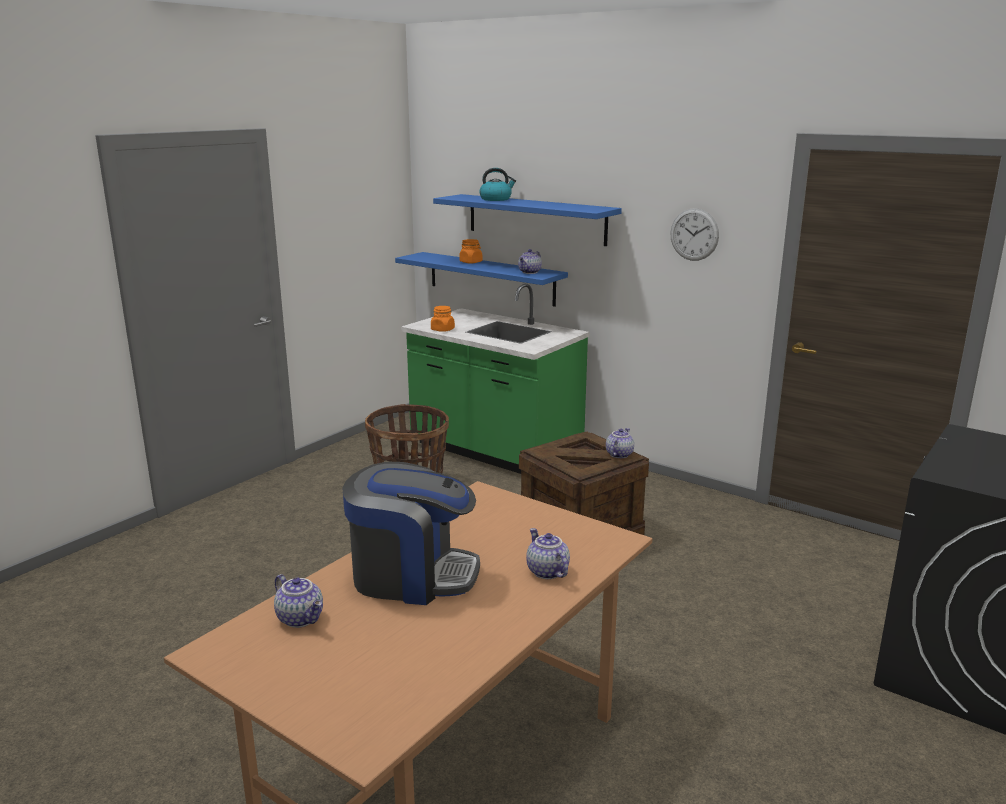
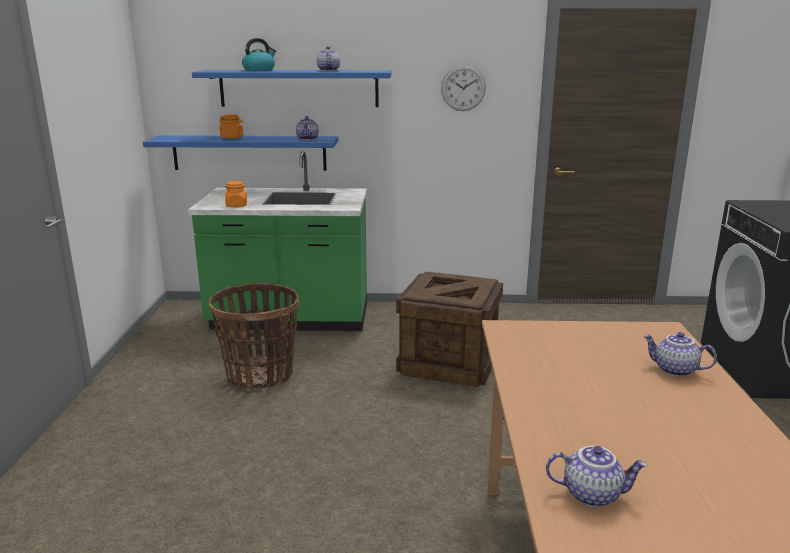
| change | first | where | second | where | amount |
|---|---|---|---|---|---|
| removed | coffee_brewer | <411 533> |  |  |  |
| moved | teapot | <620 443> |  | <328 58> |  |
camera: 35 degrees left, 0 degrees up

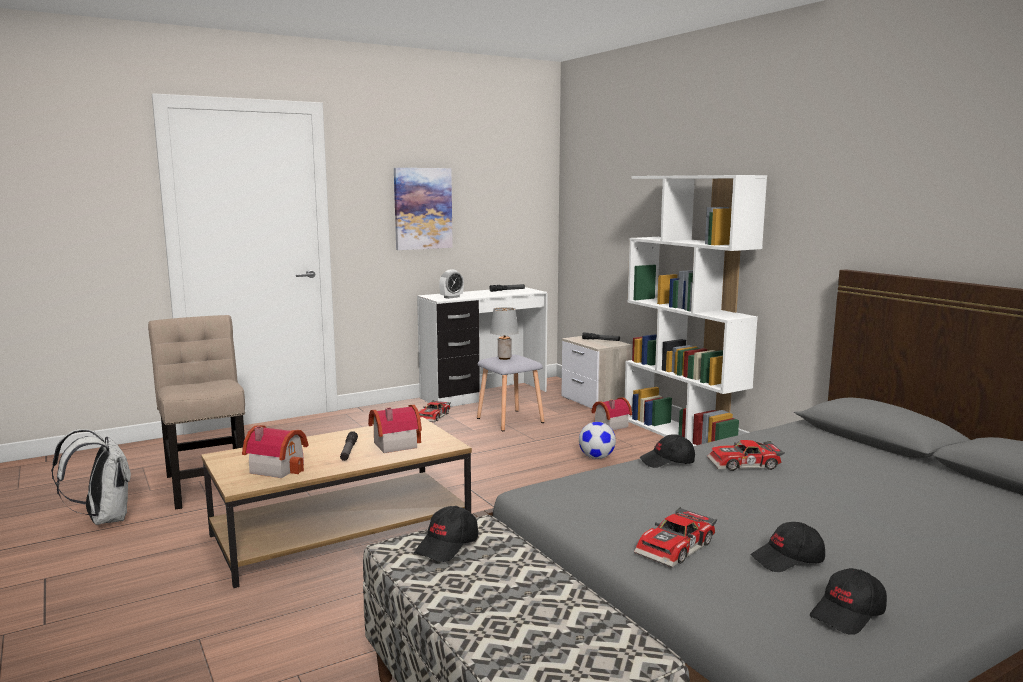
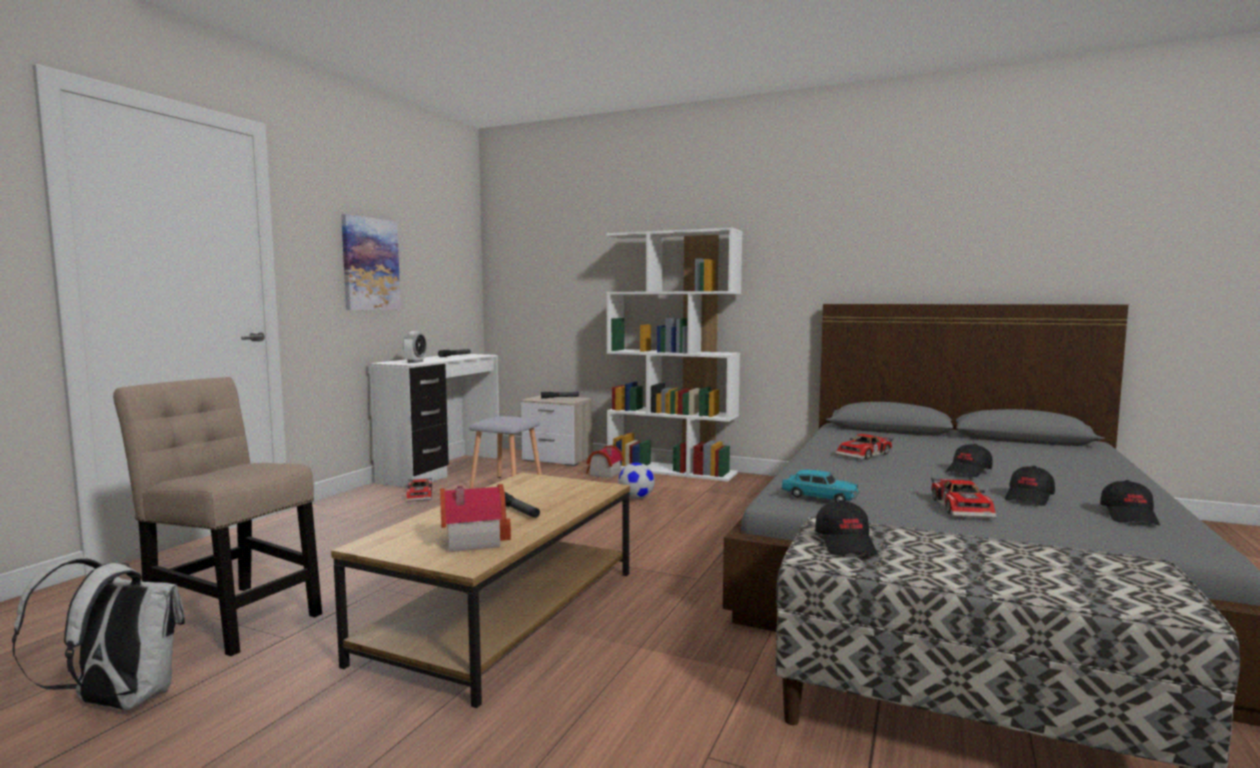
| change | first | where | second | where | amount |
|---|---|---|---|---|---|
| removed | miniature_house | <395 429> |  |  |  |
| removed | grey_lamp_for_a_table | <504 333> |  |  |  |
| moved | black-coloured_cap | <667 451> |  | <969 460> |  |
| added |  |  | turquoise-coloured_toy_car | <820 486> |  |
camera: 35 degrees left, 5 degrees down

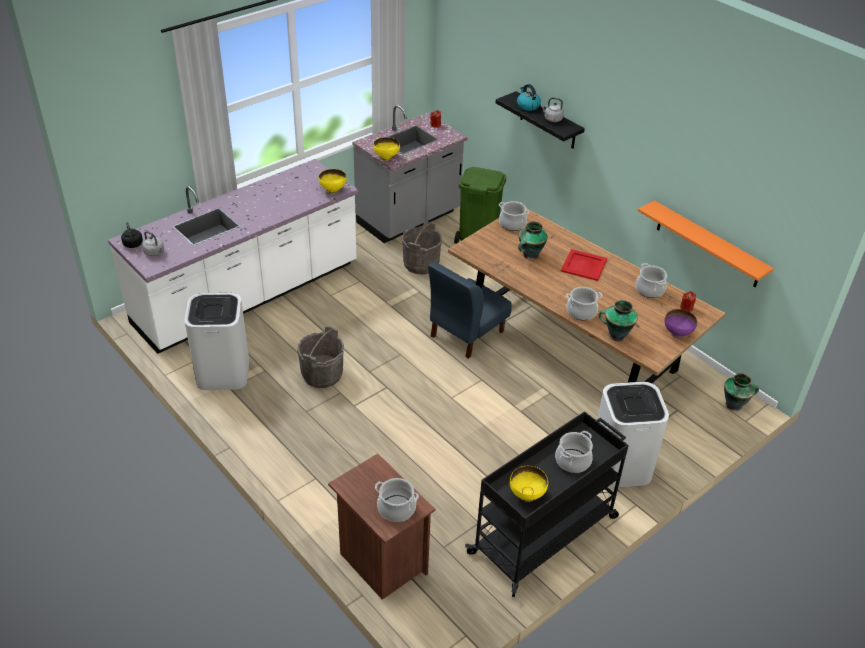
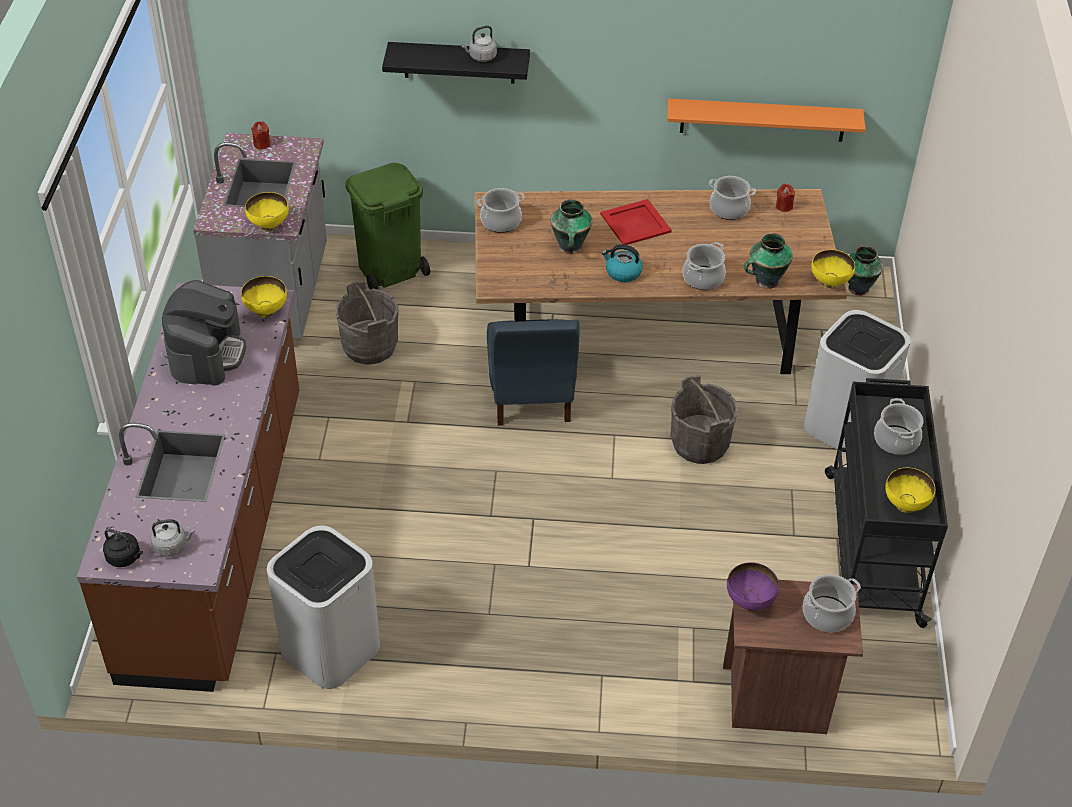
| change | first | where | second | where | amount |
|---|---|---|---|---|---|
| recoloured | white_kitchen_counter | <233 256> | brown_kitchen_counter | <188 487> |  |
| moved | grey_pail | <320 357> |  | <704 419> |  |
| moved | tea_kettle | <529 97> |  | <622 263> |  |
| moved | purplish_deep_dish | <681 324> |  | <753 586> |  |
| added |  |  | coffee_brewer | <204 333> |  |
| added |  |  | yellow-coloured_deep_dish | <833 269> |  |
camera: 45 degrees left, 5 degrees up

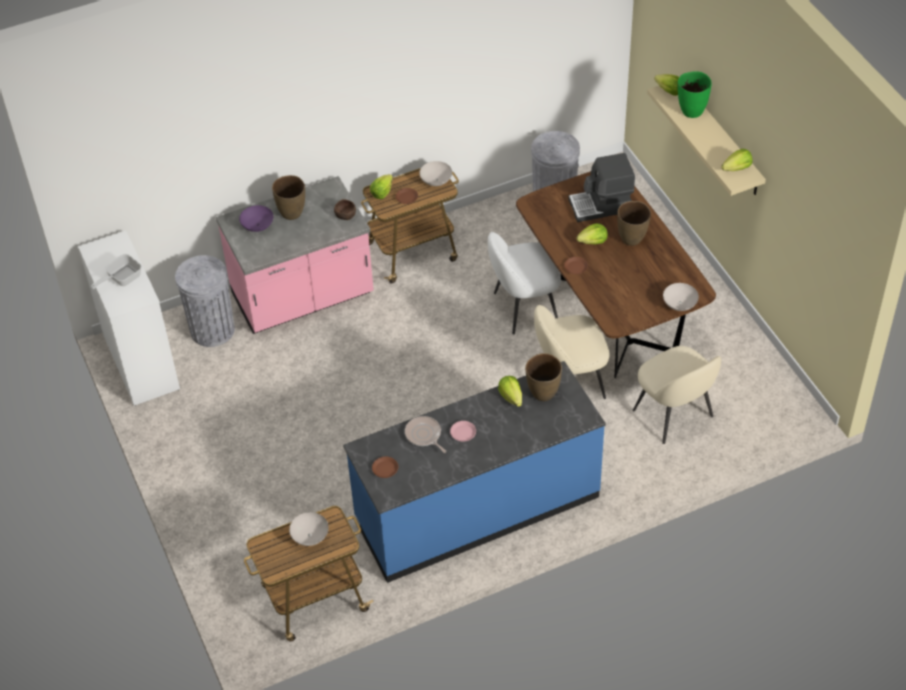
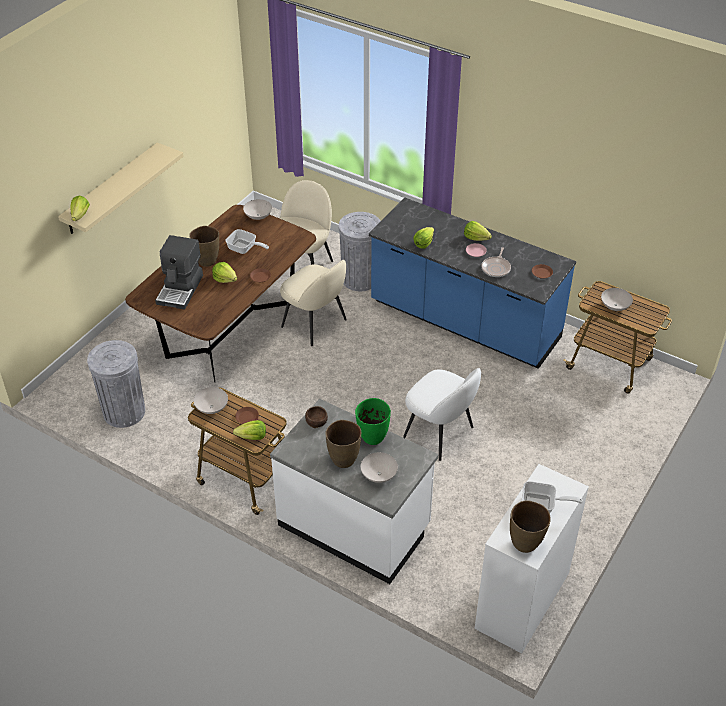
| change | first | where | second | where | amount |
|---|---|---|---|---|---|
| moved | grey_waste_bin | <205 301> |  | <360 251> |  |
| recoloured | pink_kitchen_counter | <295 255> | white_kitchen_counter | <354 491> |  |
| recoloured | purplish_deep_dish | <256 218> | white_deep_dish | <379 467> |  |
| moved | white_chair | <524 283> |  | <442 414> |  |
| moved | brown_vase | <543 377> |  | <530 526> |  |
| turned | coffee_brewer | <602 187> |  | <179 272> | 60 degrees clockwise |
| moved | green-coloured_vase | <695 94> |  | <373 421> |  |
| moved | head_of_lettuce | <737 160> |  | <478 231> |  |
| added |  |  | skillet | <247 241> |  |
camera: 125 degrees left, 5 degrees down

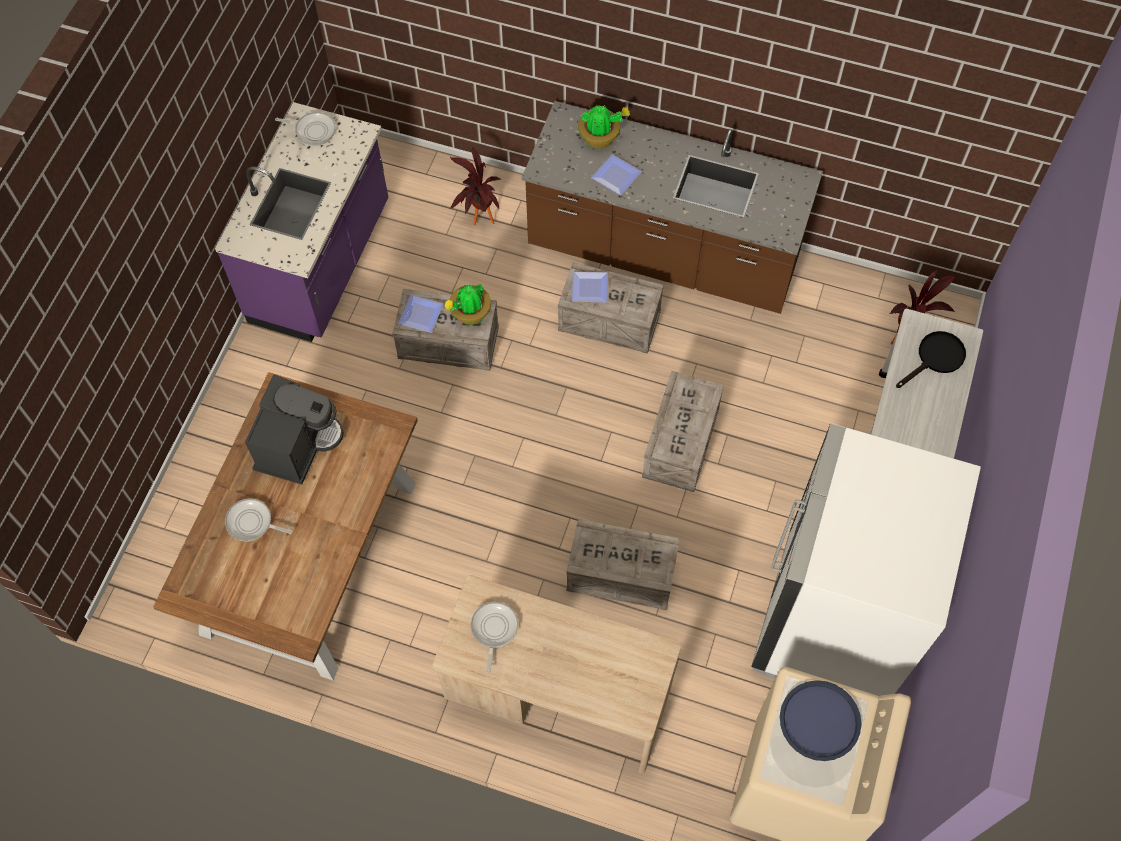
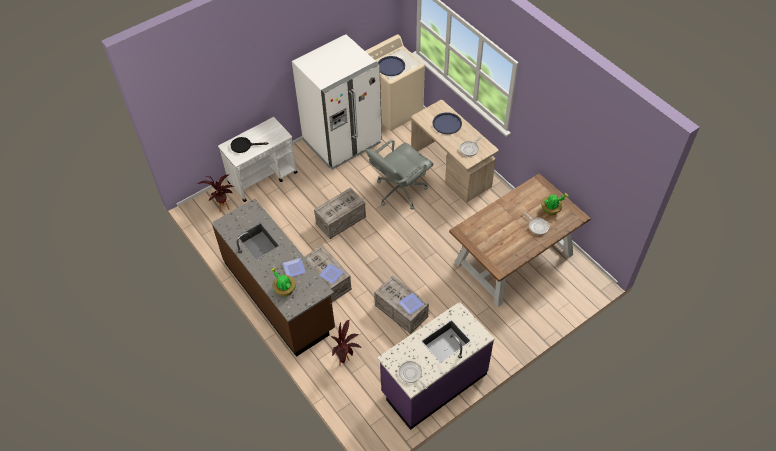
| change | first | where | second | where | amount |
|---|---|---|---|---|---|
| removed | coffee_brewer | <294 429> |  |  |  |
| moved | plant_in_a_pot | <467 304> |  | <555 204> |  |
| replaced | packing_crate | <623 564> | grey_computer_chair | <400 174> |  |
| added |  |  | bluish_tray | <447 123> |  |
camera: 145 degrees left, 10 degrees down

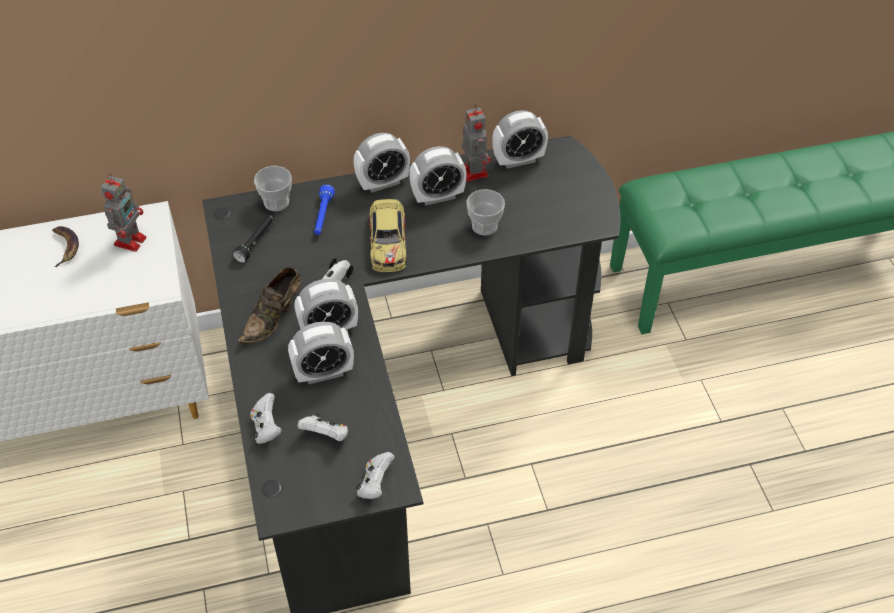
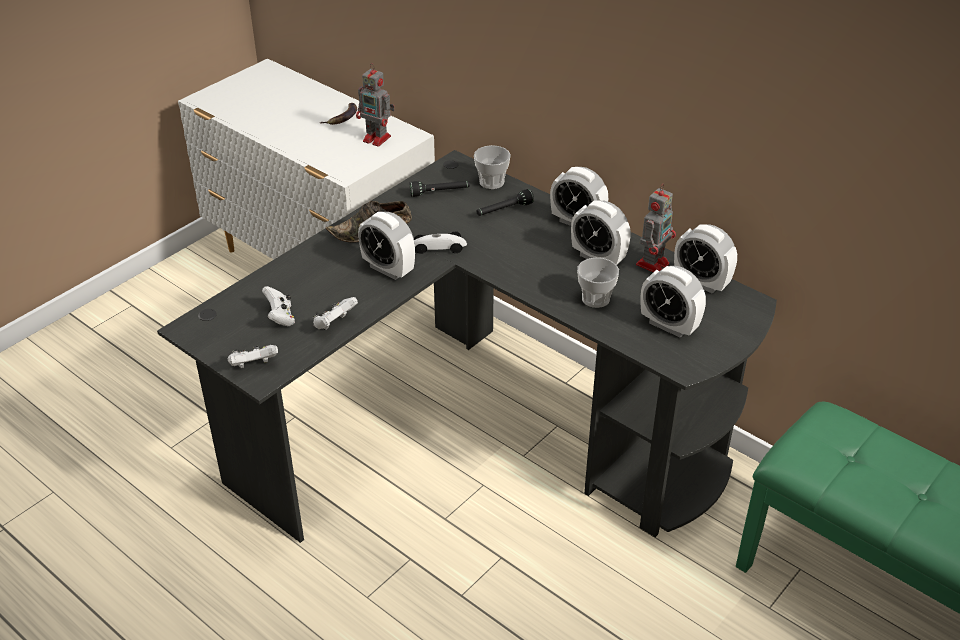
| change | first | where | second | where | amount |
|---|---|---|---|---|---|
| turned | model_robot | <123 212> |  | <375 105> | 45 degrees clockwise |
| moved | white_game_controller | <266 418> |  | <335 313> |  |
| moved | bedside_clock | <321 353> |  | <673 302> |  |
| recoloured | bluish_hand_torch | <324 209> | black-coloured_hand_torch | <505 202> |  |
| removed | toy_car | <388 235> |  |  |  |
camera: 55 degrees right, 10 degrees down

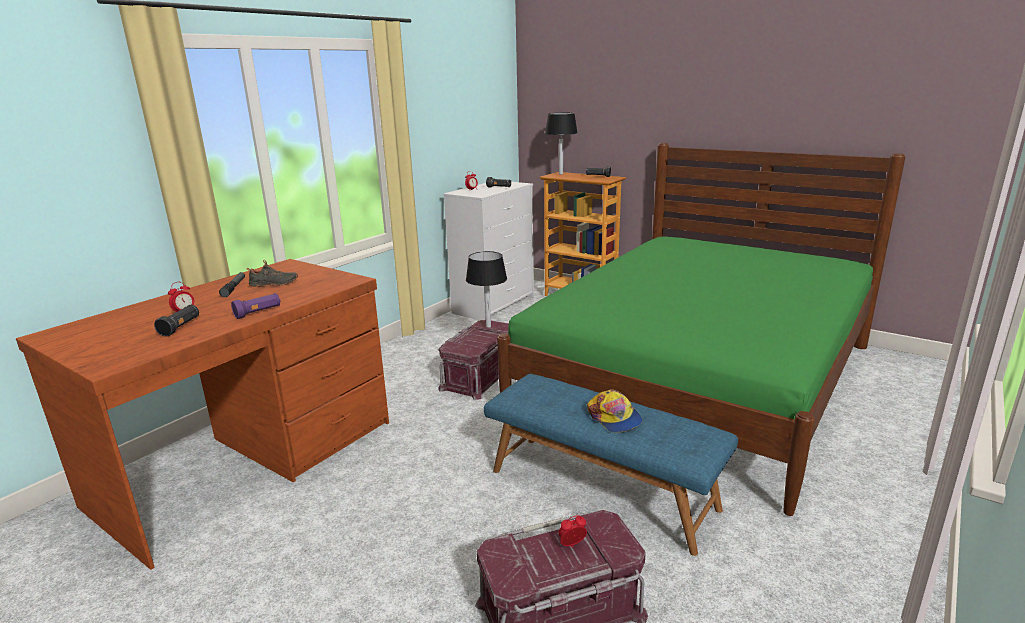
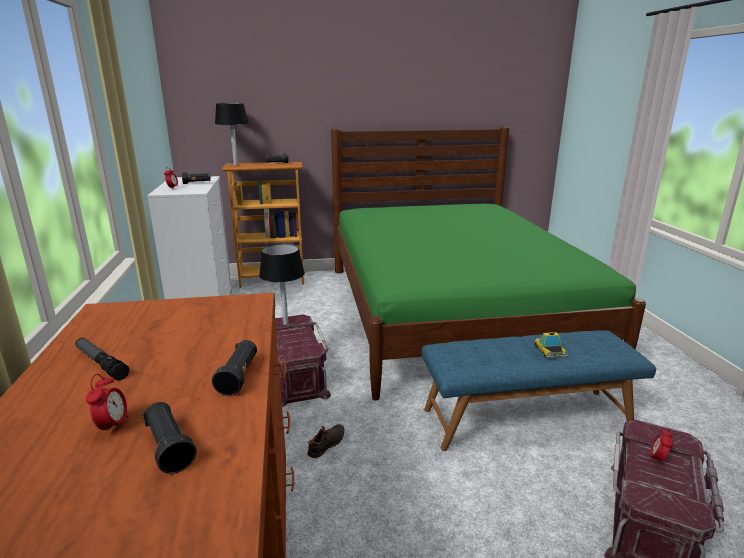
| change | first | where | second | where | amount |
|---|---|---|---|---|---|
| recoloured | purplish_hand_torch | <256 306> | black-coloured_hand_torch | <234 368> |  |
| moved | black-coloured_shoe | <272 273> |  | <325 441> |  |
| replaced | cap | <615 411> | toy_car | <550 345> |  |
camera: 45 degrees left, 0 degrees up

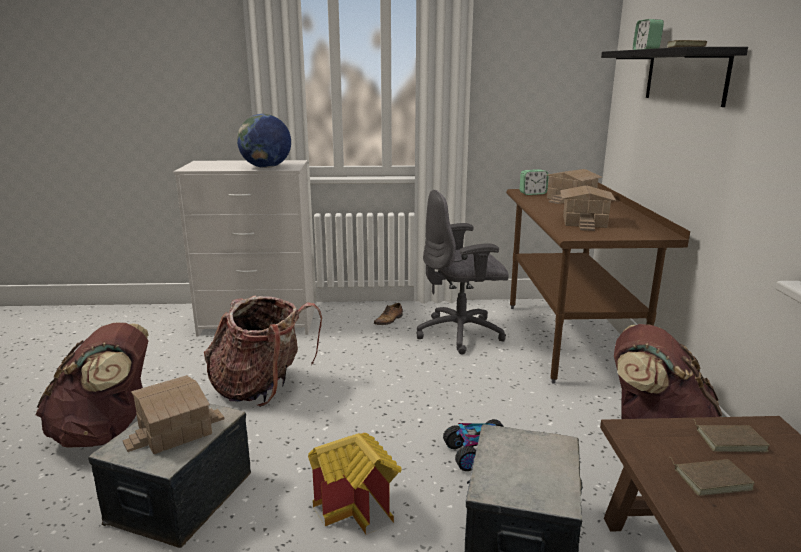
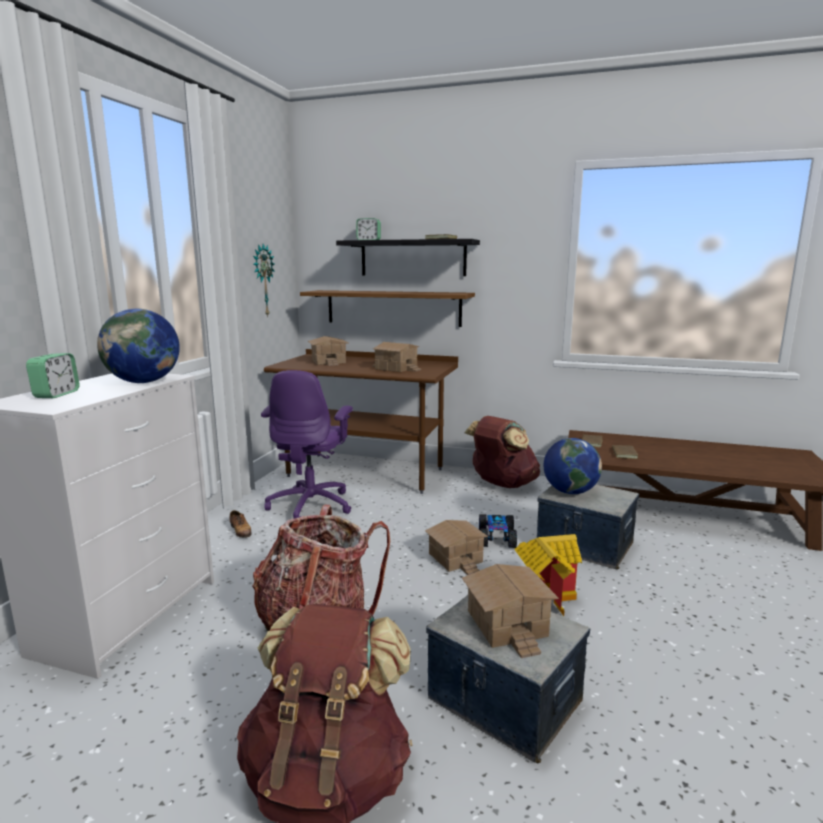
| change | first | where | second | where | amount |
|---|---|---|---|---|---|
| recoloured | grey_computer_chair | <462 272> | purplish_computer_chair | <307 444> |  |
| moved | bedside_clock | <534 182> |  | <53 375> |  |
| added |  |  | clock_on_the_wall | <264 280> |  |
| added |  |  | wall_shelf | <387 308> |  |
| added |  |  | miniature_house | <456 547> |  |
| added |  |  | world_globe | <573 466> |  |
camera: 70 degrees left, 5 degrees down

